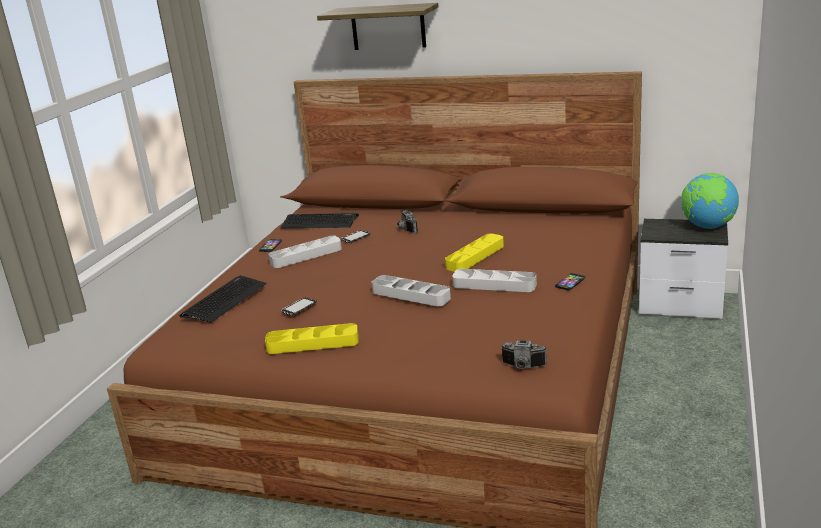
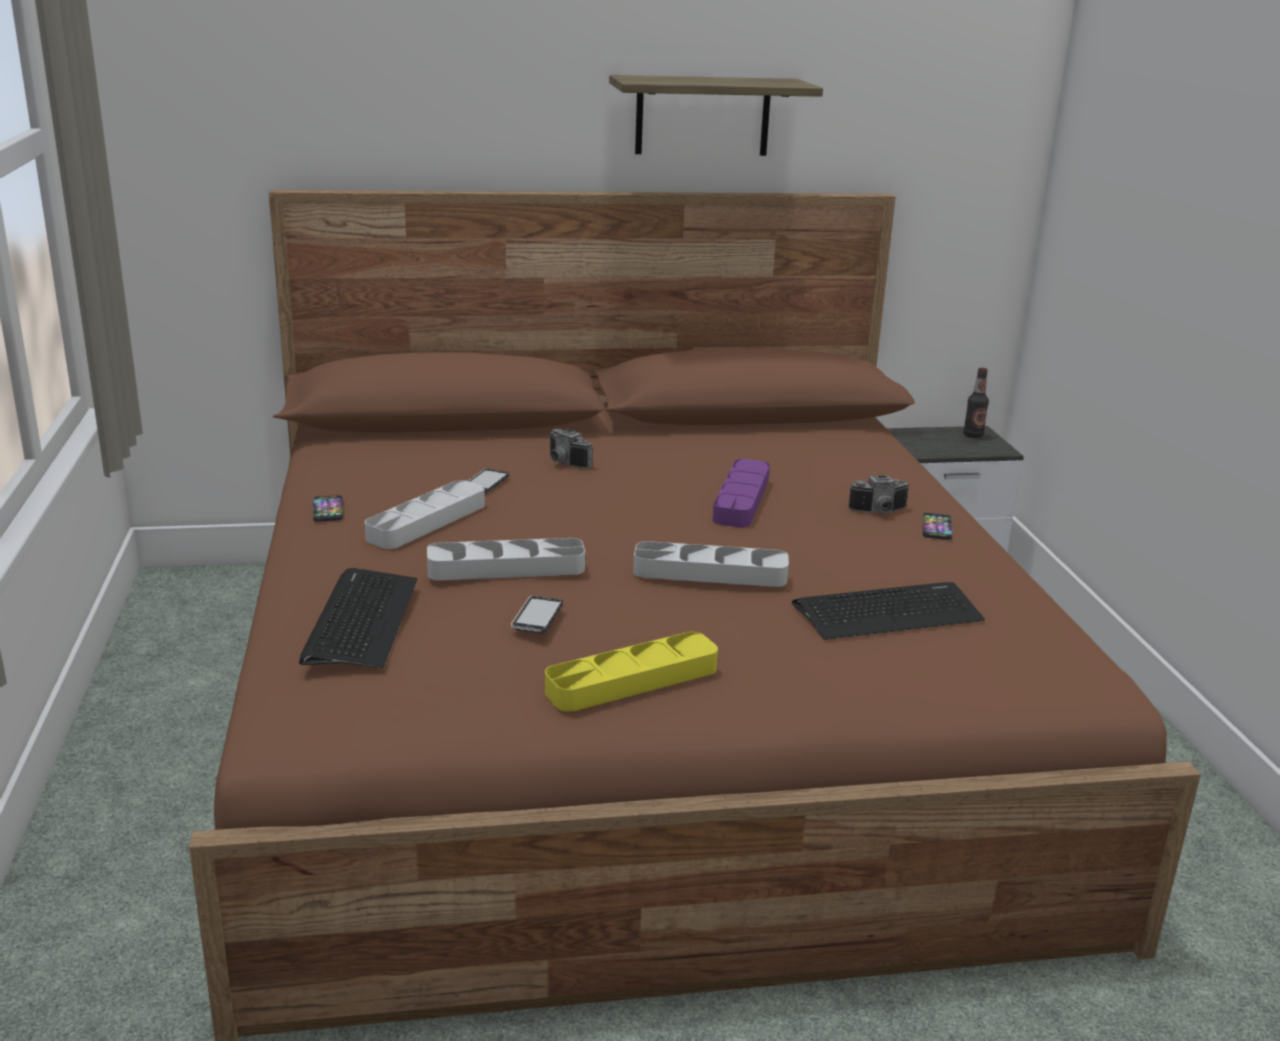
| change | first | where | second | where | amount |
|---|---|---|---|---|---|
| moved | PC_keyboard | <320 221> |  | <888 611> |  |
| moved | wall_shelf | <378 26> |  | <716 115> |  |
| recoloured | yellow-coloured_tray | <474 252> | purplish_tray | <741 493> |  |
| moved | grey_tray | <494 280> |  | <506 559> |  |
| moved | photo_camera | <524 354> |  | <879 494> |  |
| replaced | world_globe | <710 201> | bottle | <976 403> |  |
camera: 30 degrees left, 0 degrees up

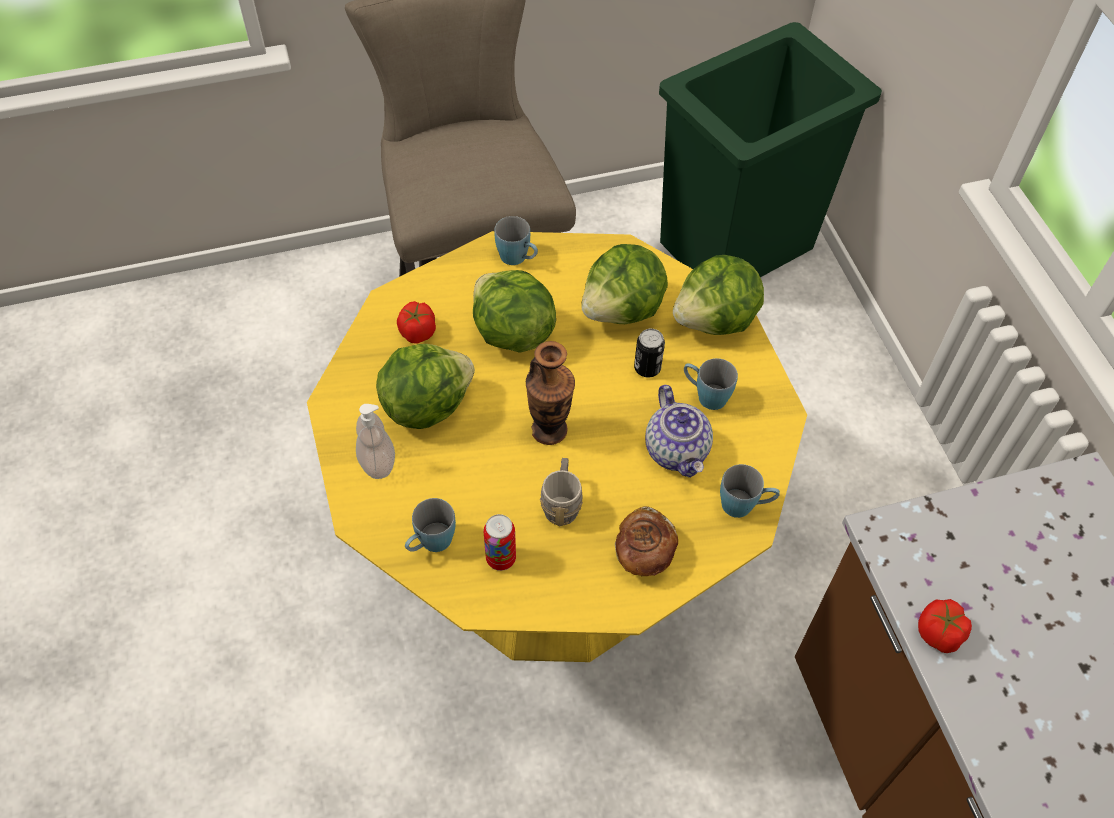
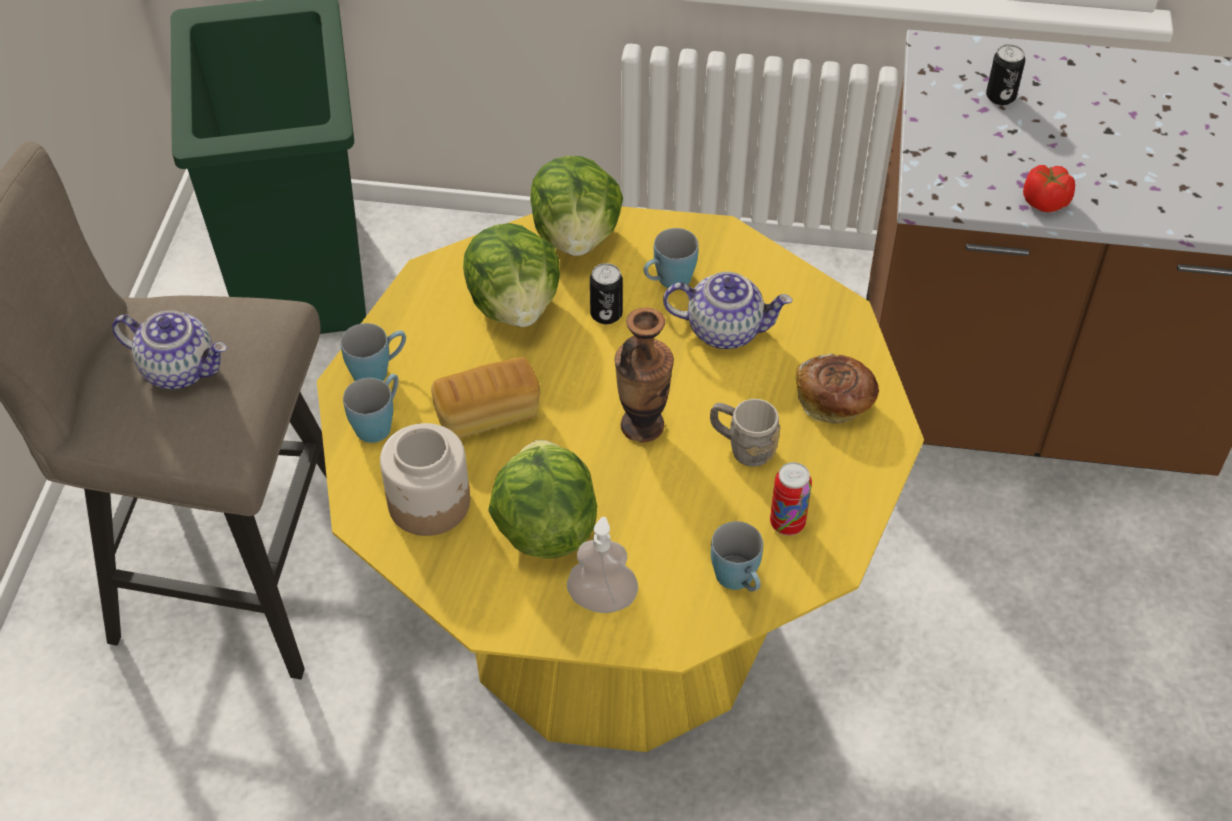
| change | first | where | second | where | amount |
|---|---|---|---|---|---|
| replaced | tomato | <416 322> | jar | <425 479> |  |
| replaced | head_of_lettuce | <514 311> | baked_bread | <485 398> |  |
| moved | bluish_tea_mug | <750 491> |  | <370 408> |  |
| added |  |  | teapot | <169 349> |  |
| added |  |  | metal_can | <1005 74> |  |
camera: 65 degrees left, 5 degrees down

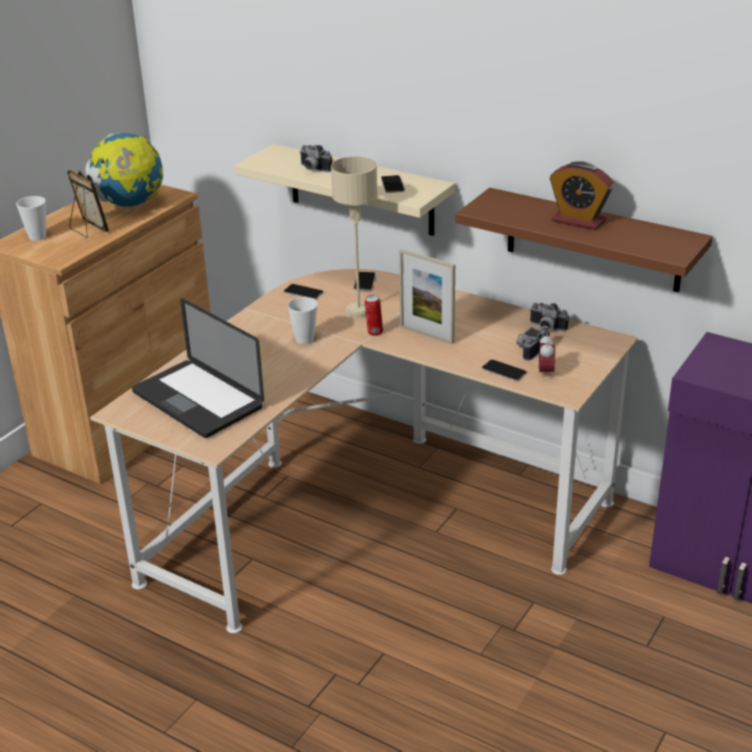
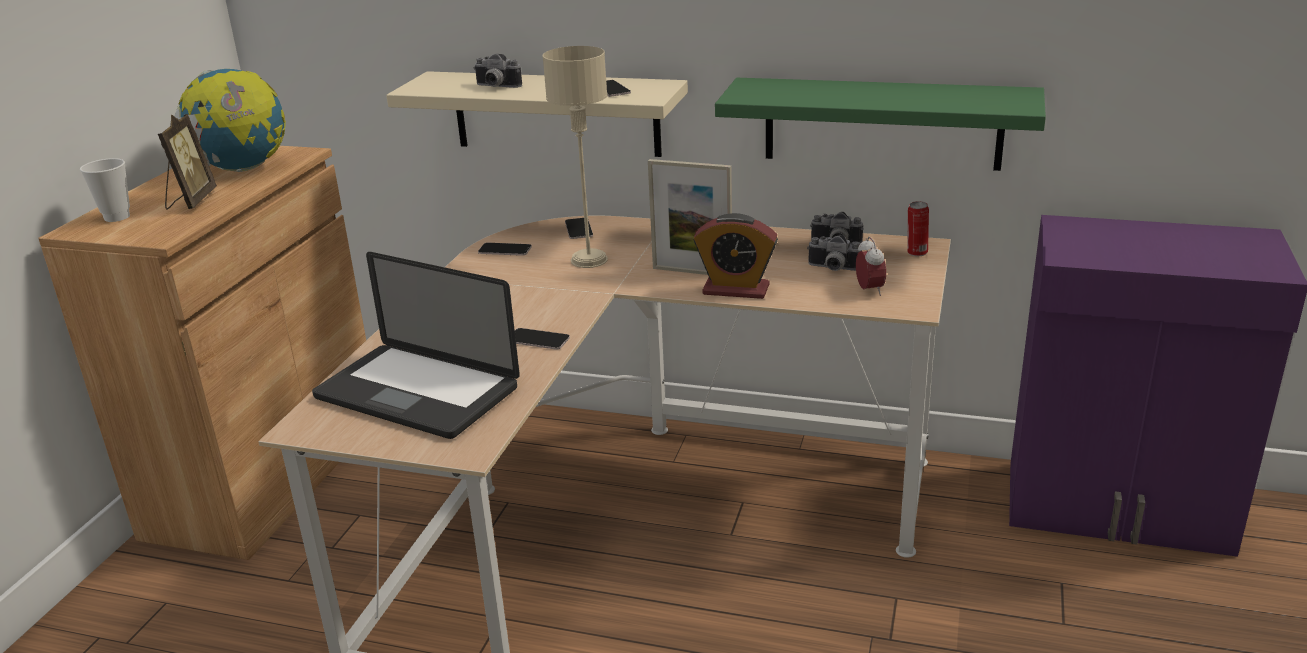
| change | first | where | second | where | amount |
|---|---|---|---|---|---|
| turned | picture_frame | <88 204> |  | <187 162> | 60 degrees clockwise |
| removed | drinking_cup | <302 320> |  |  |  |
| moved | metal_can | <374 315> |  | <918 228> |  |
| recoloured | brown_wall_shelf | <584 240> | green-coloured_wall_shelf | <880 124> |  |
| moved | telephone | <504 370> |  | <542 339> |  |
| turned | photo_camera | <533 343> |  | <834 253> | 90 degrees counterclockwise |
| moved | bedside_clock | <582 195> |  | <736 256> |  |
camera: 15 degrees left, 5 degrees down

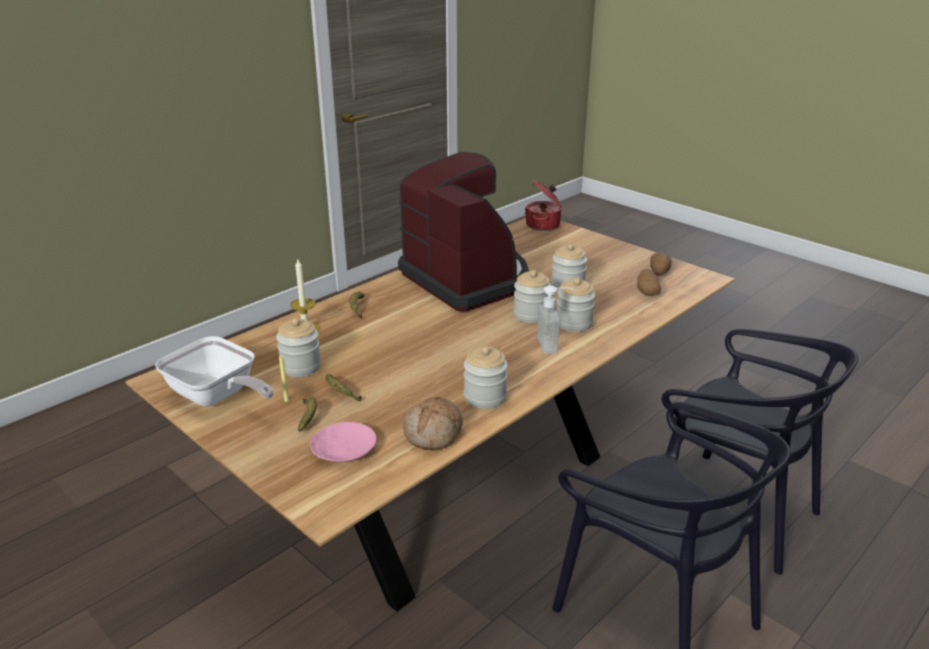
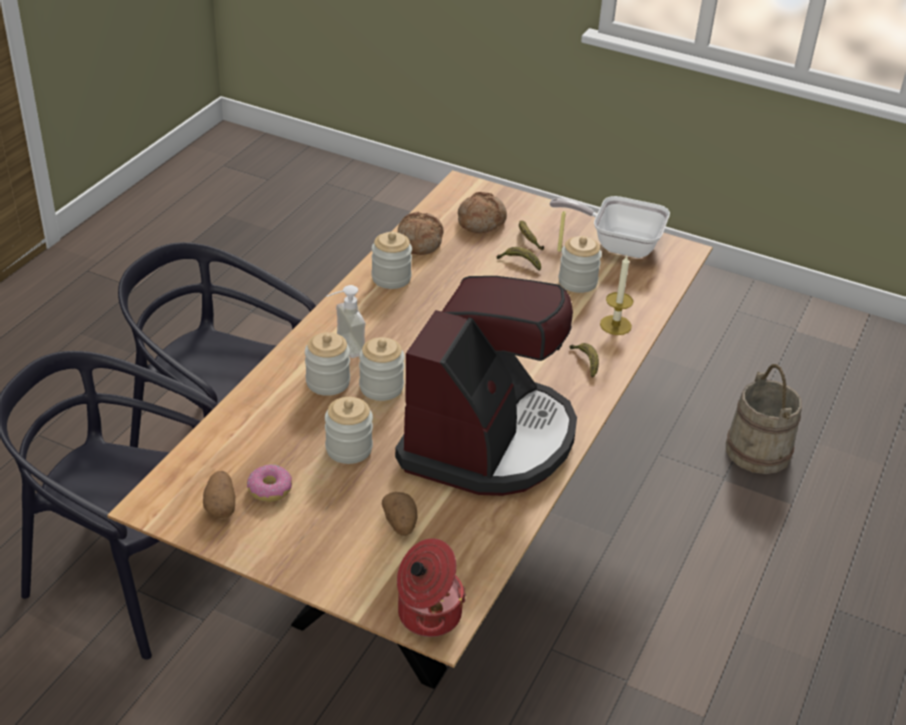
| change | first | where | second | where | amount |
|---|---|---|---|---|---|
| replaced | pink_plate | <343 442> | baked_bread | <482 212> |  |
| turned | coffee_brewer | <463 232> |  | <486 386> | 105 degrees counterclockwise |
| moved | potato | <649 282> |  | <399 514> |  |
| added |  |  | donut | <269 483> |  |
| added |  |  | sand-coloured_pail | <764 419> |  |
camera: 160 degrees right, 10 degrees up

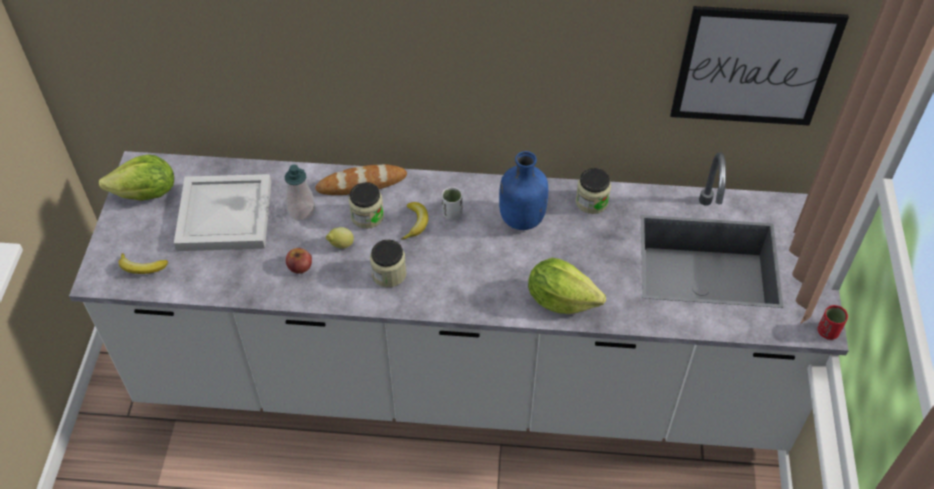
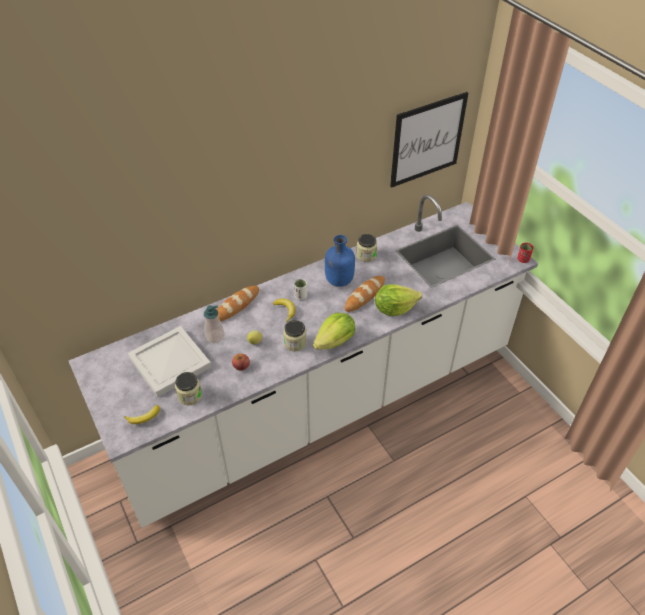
| change | first | where | second | where | amount |
|---|---|---|---|---|---|
| moved | head_of_lettuce | <136 177> |  | <334 331> |  |
| moved | jar | <366 205> |  | <188 389> |  |
| added |  |  | baked_bread | <365 294> |  |
camera: 35 degrees left, 5 degrees down

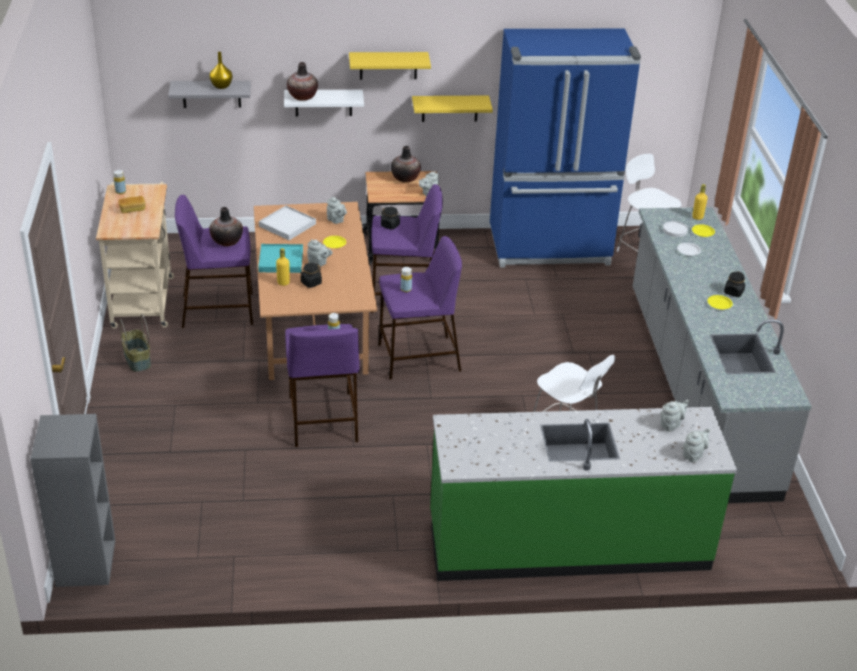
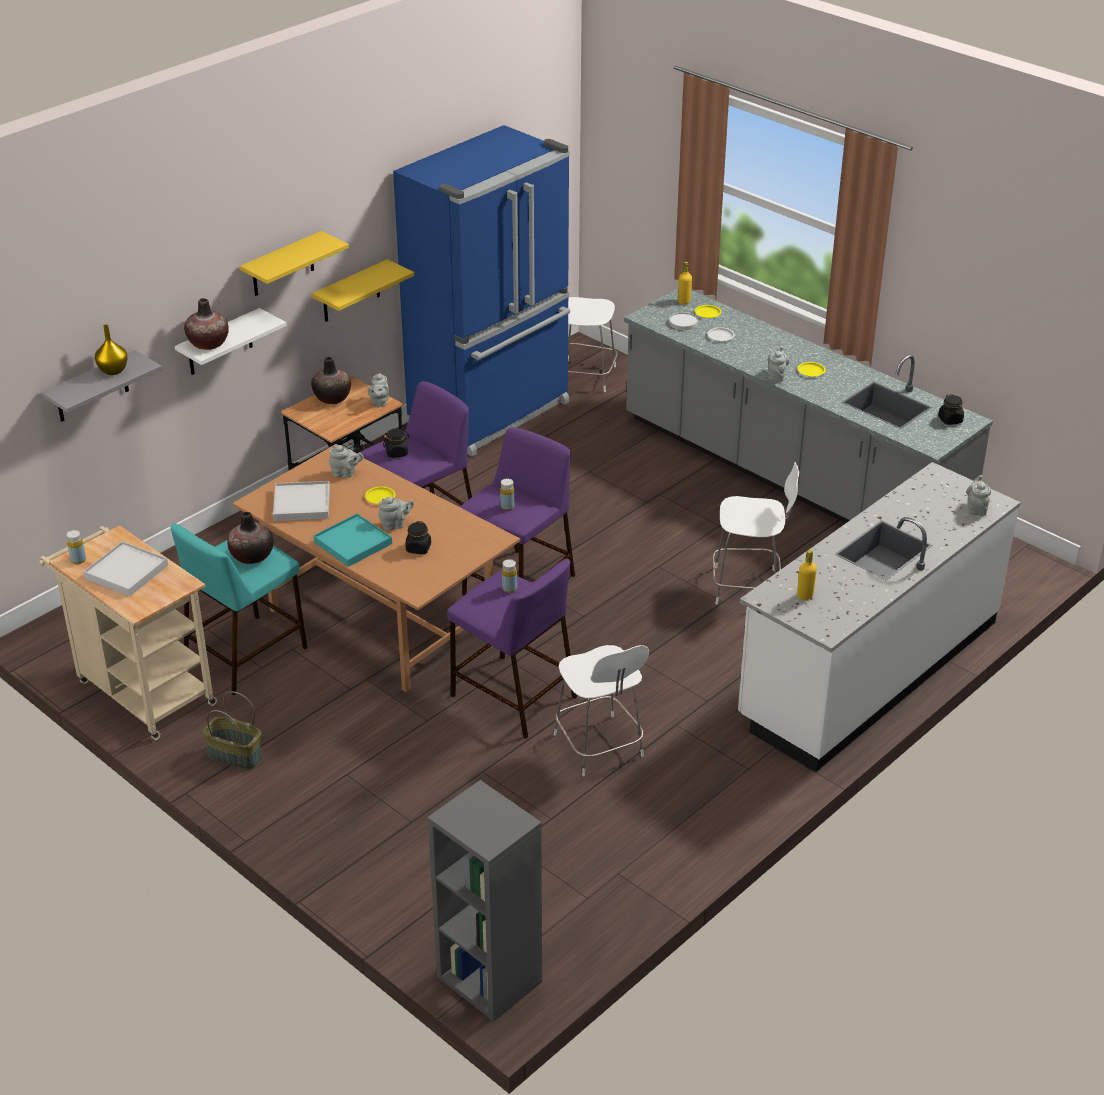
| change | first | where | second | where | amount |
|---|---|---|---|---|---|
| replaced | baked_bread | <131 204> | white_tray | <125 568> |  |
| recoloured | purplish_stool | <214 261> | turquoise-coloured_stool | <239 609> |  |
| moved | yellow-coloured_bottle | <283 267> |  | <807 575> |  |
| recoloured | green-coloured_kitchen_counter | <583 494> | white_kitchen_counter | <879 617> |  |
| moved | grey_teapot | <675 416> |  | <778 364> |  |
| moved | black-coloured_jar | <734 284> |  | <951 409> |  |
| added |  |  | white_chair | <601 710> |  |
camera: 40 degrees left, 0 degrees up

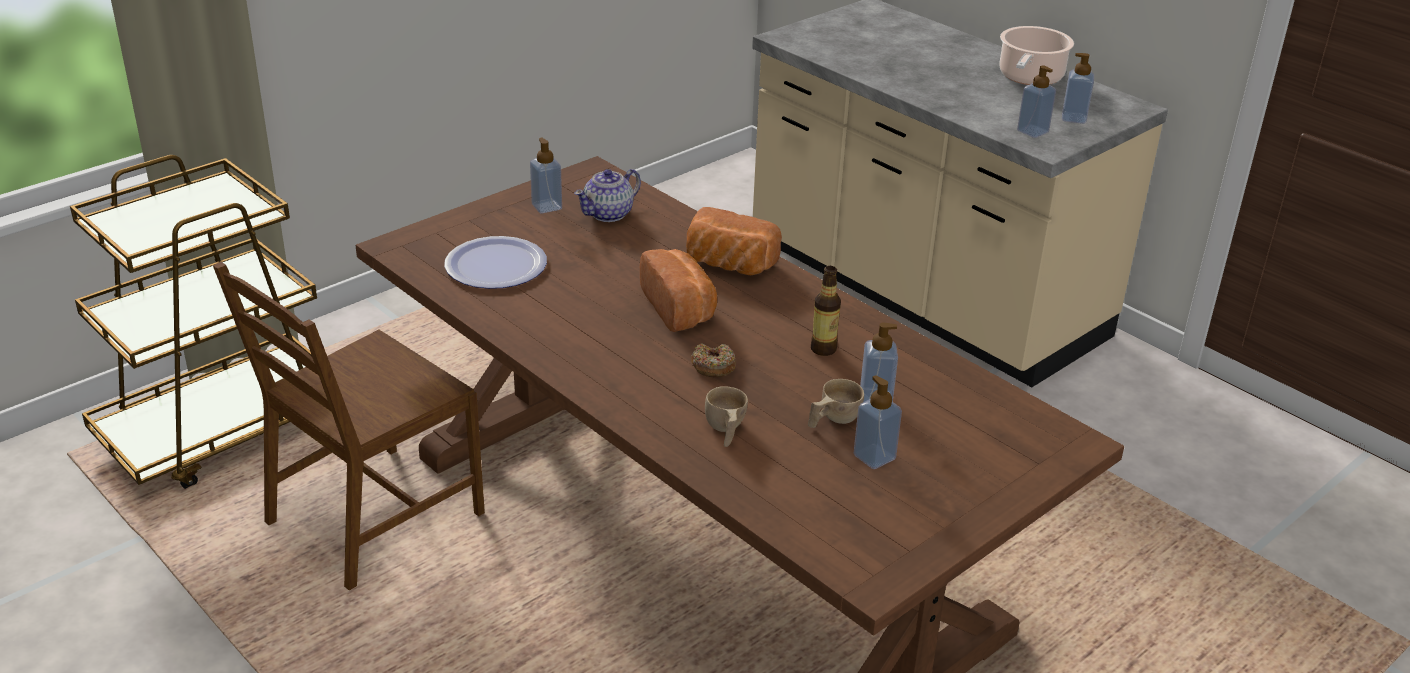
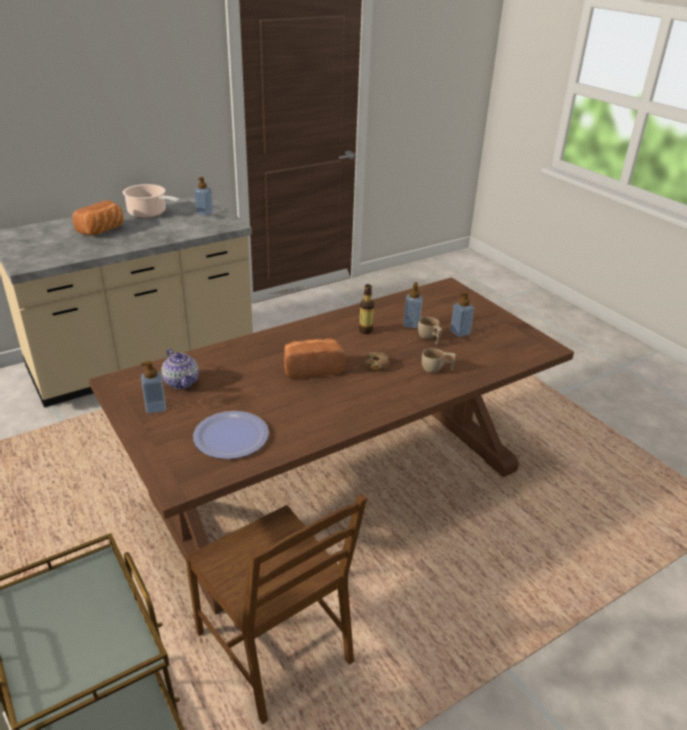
| change | first | where | second | where | amount |
|---|---|---|---|---|---|
| moved | baked_bread | <734 241> |  | <97 217> |  |
| removed | soap_dispenser | <1036 102> |  |  |  |
camera: 80 degrees left, 0 degrees up

